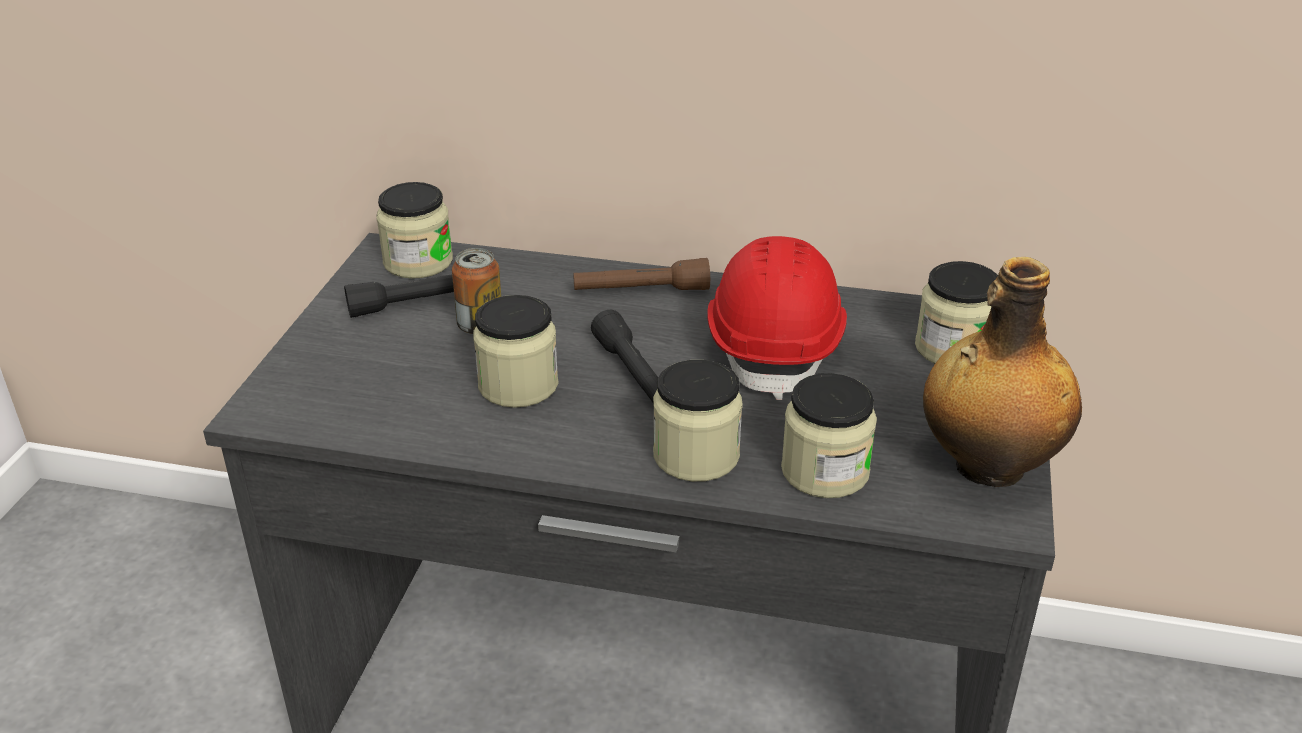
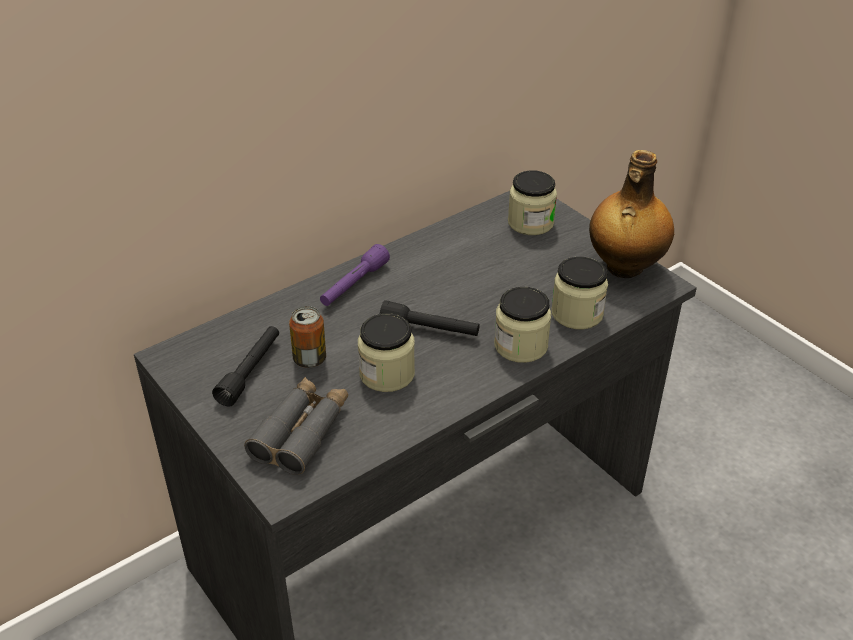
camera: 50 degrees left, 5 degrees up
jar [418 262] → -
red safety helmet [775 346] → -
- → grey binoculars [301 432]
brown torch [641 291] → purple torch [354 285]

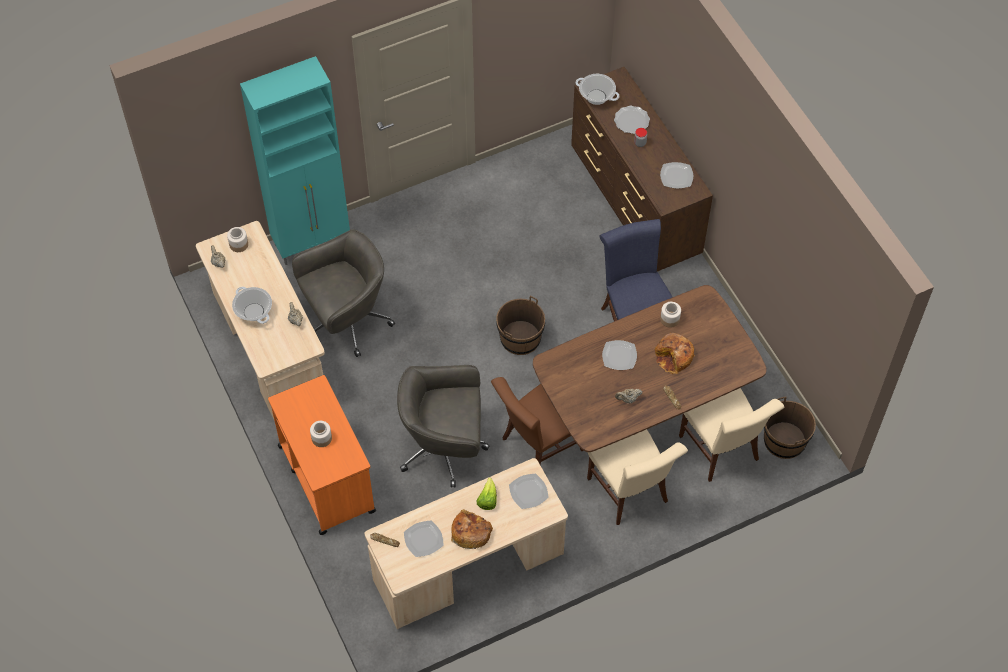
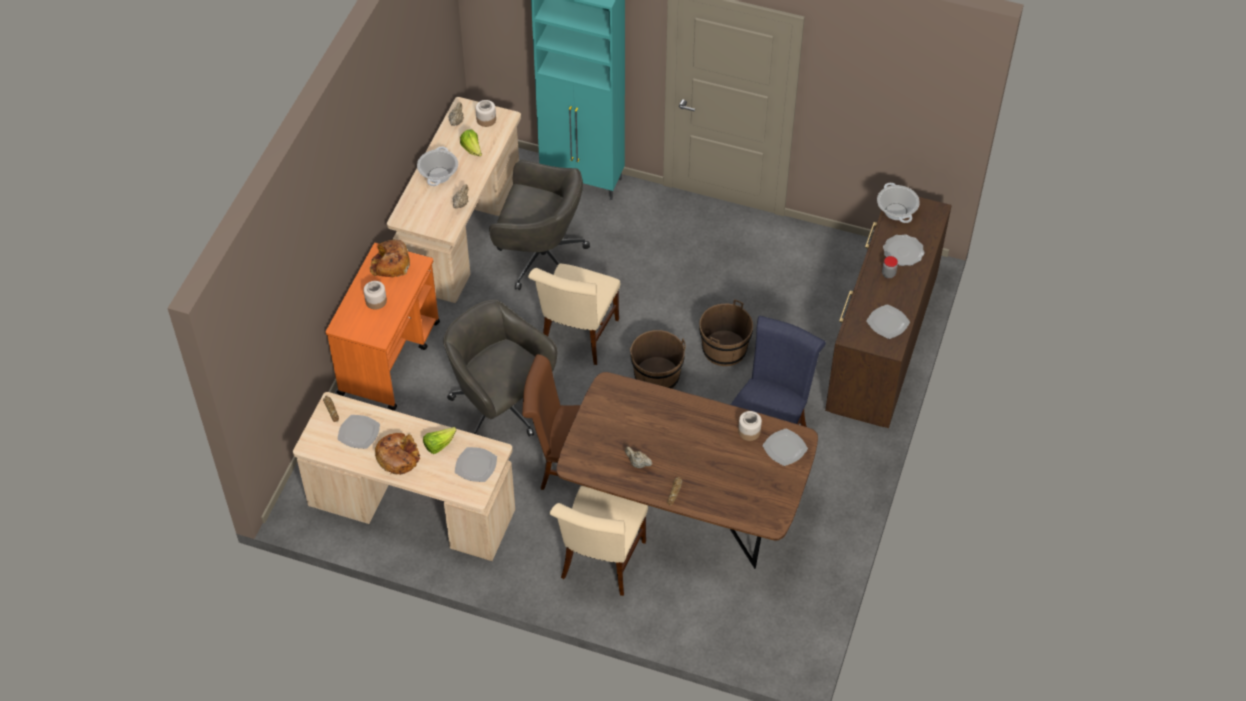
camera: 45 degrees right, 5 degrees down
- → head of lettuce [472 149]
flat dish [619 356] → flat dish [784 448], moved
bakery bread [674 357] → bakery bread [390 264], moved
beige upright chair [722 451] → beige upright chair [577 338], moved
brown water bucket [784 441] → brown water bucket [724 349], moved

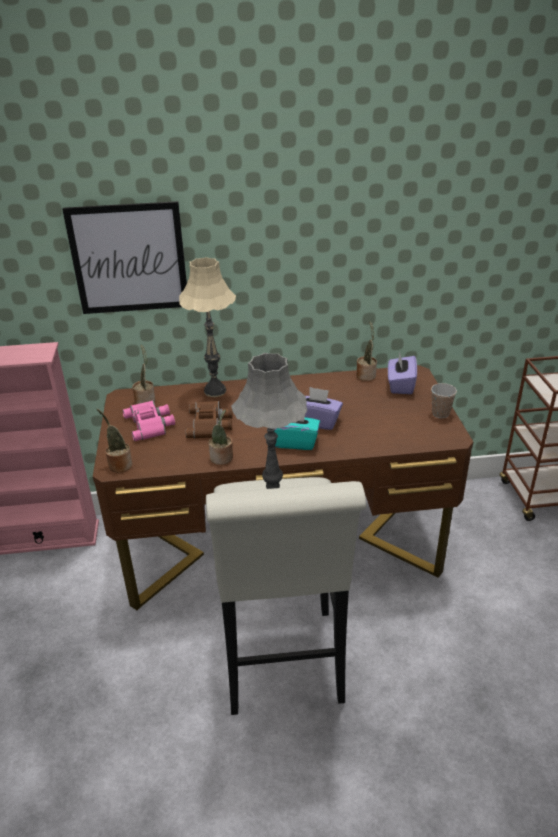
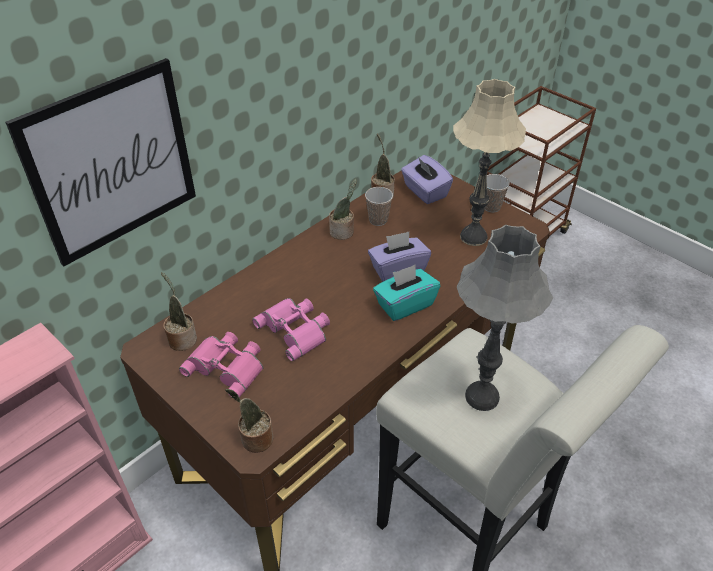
camera: 40 degrees left, 10 degrees up
- → small cup [378 220]
beige tabletop lamp [215 391] → beige tabletop lamp [473 237], moved
potted plant [222 458] → potted plant [343 232], moved
brown binoculars [210 424] → pink binoculars [296 330]

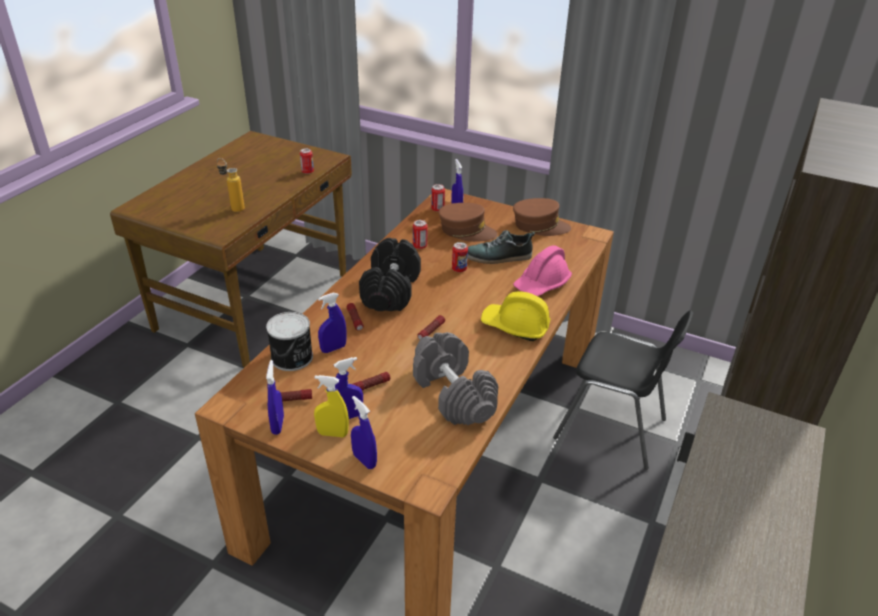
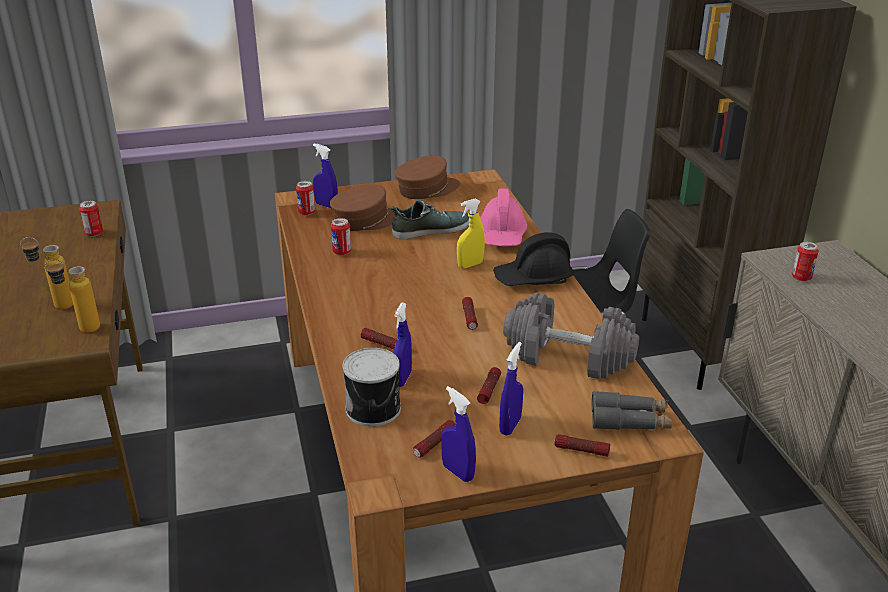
camera: 40 degrees left, 5 degrees down
black hand weight [391 291] → -
- → bottle [81 329]
- → grey binoculars [630 420]
yellowish sprayer [332 433] → yellowish sprayer [470 265], moved
sealed can [459 269] → sealed can [801 278], moved
blue sprayer [364 460] → torch [581 450]
yellowish safety helmet [515 326] → black safety helmet [533 278]
shoe [498 257] → shoe [431 229], 150 degrees counterclockwise

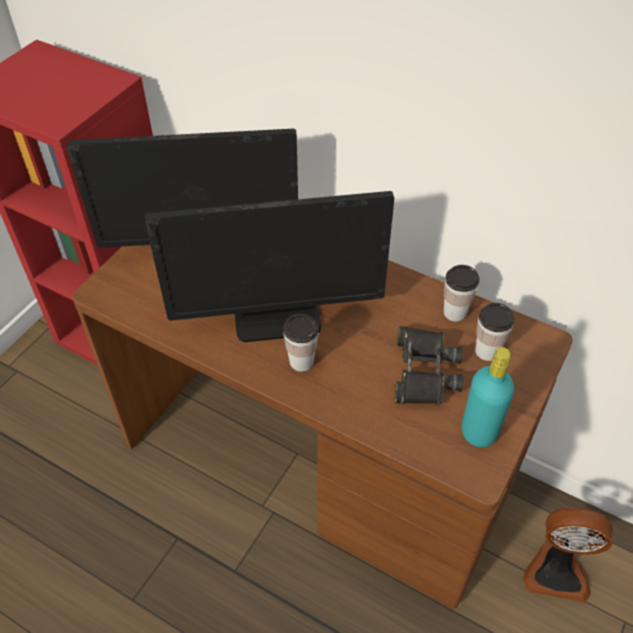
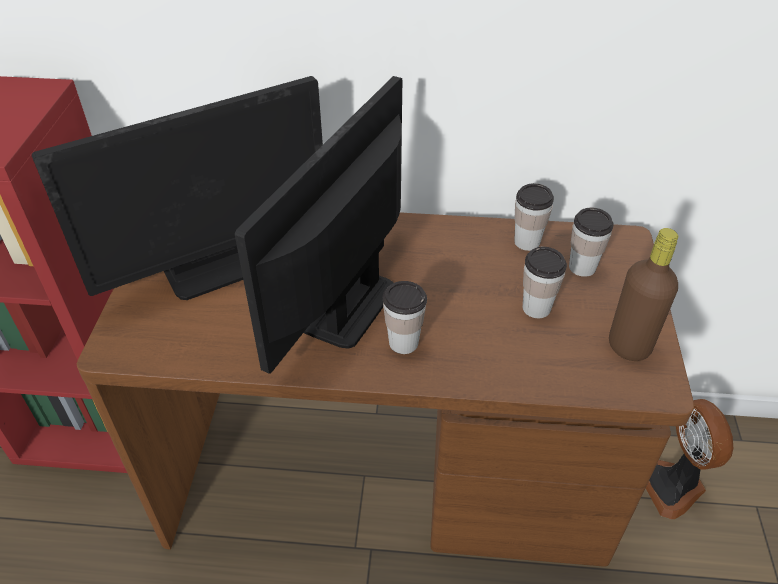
camera: 25 degrees left, 5 degrees down
black binoculars [424 371] → small cup [536 308]
turquoise bottle [478 432] → brown bottle [629 346]
computer display [277 317] → computer display [347 306], 150 degrees clockwise
cooling fan [556 570] → cooling fan [673 485], 90 degrees clockwise

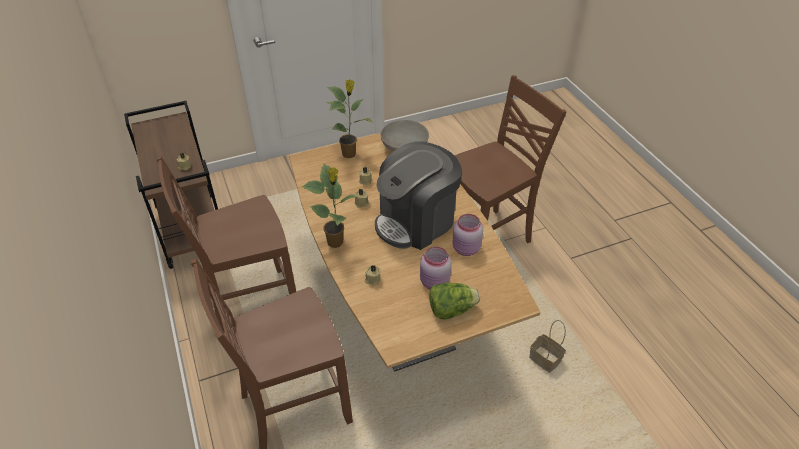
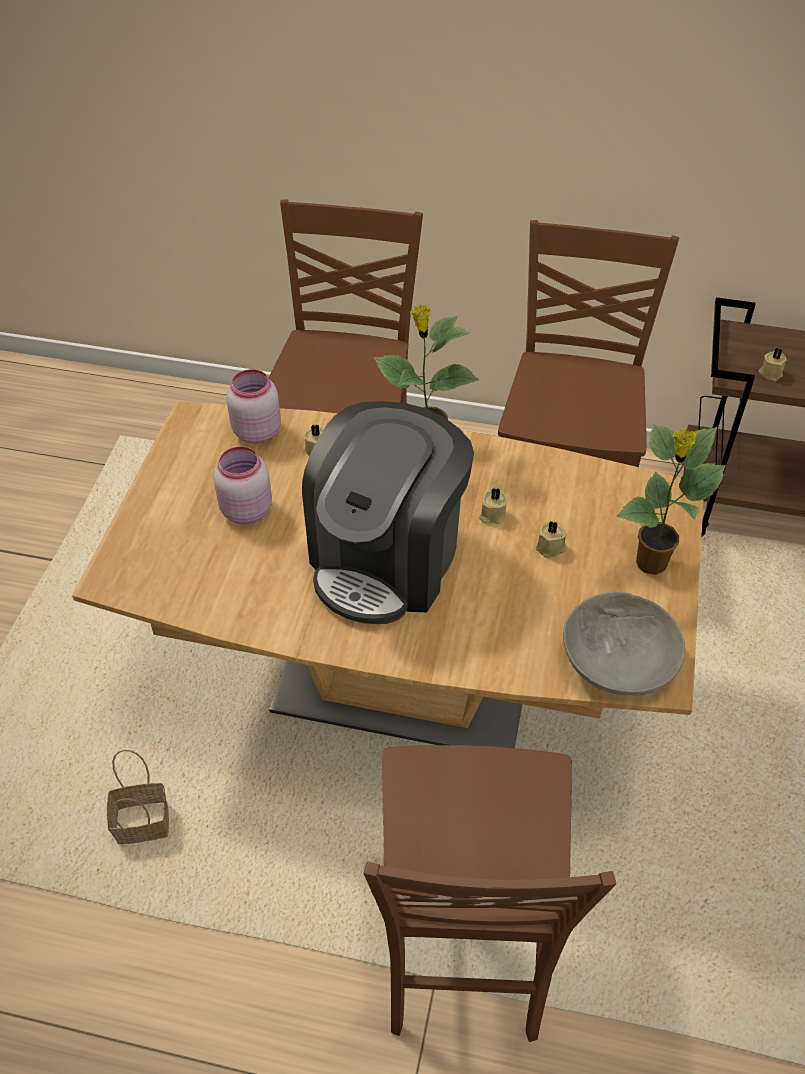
camera: 125 degrees right, 5 degrees up
head of lettuce [451 310] → -
pink jar [466 249] → pink jar [256 431], moved
coffee brewer [416 222] → coffee brewer [387 559], 150 degrees counterclockwise

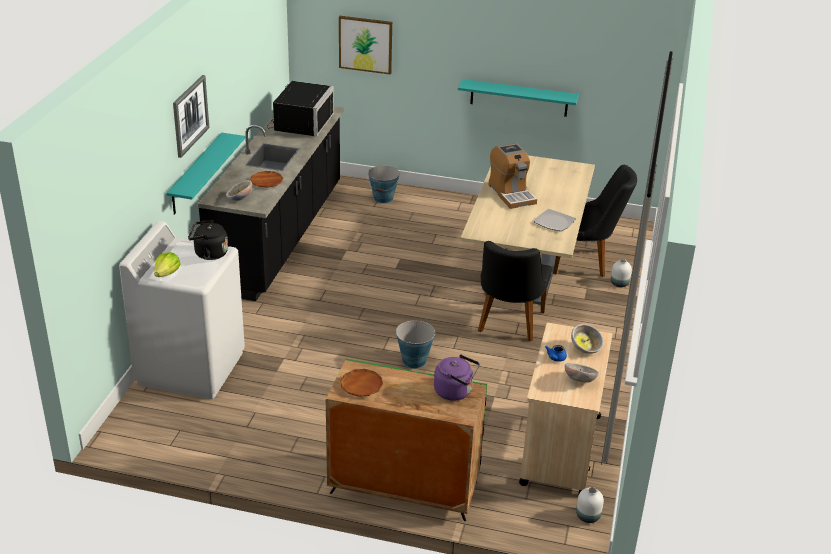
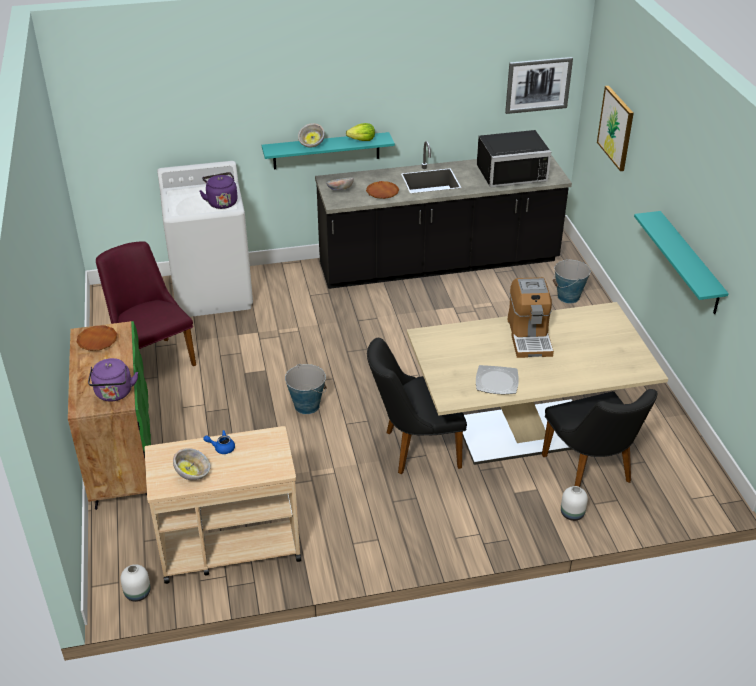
camera: 65 degrees right, 5 degrees up
- → purple upright chair [151 358]
head of lettuce [167 273] → head of lettuce [362 140], moved
wall picture [190 115] → wall picture [538 85], moved
bowl [585 348] → bowl [312 144], moved
black kettle [208 254] → purple kettle [221 202]
coffee brewer [511 194] → coffee brewer [529 337], 45 degrees counterclockwise

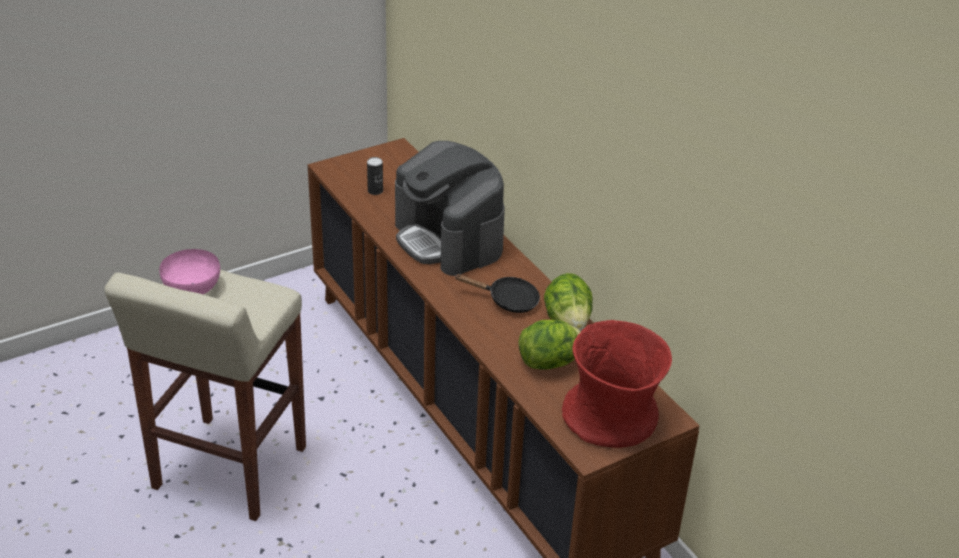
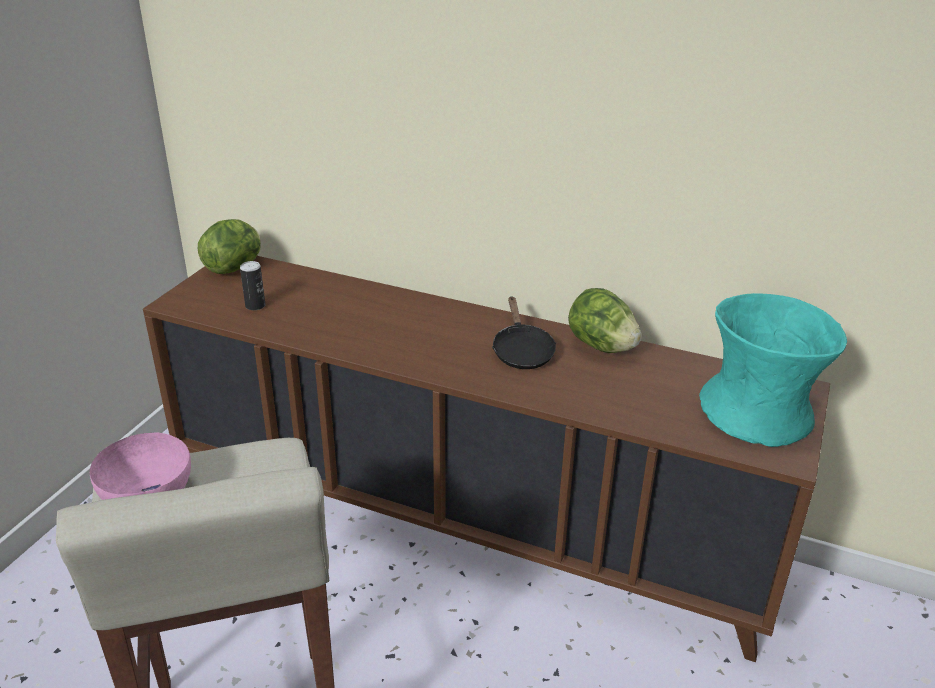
camera: 35 degrees left, 5 degrees down
coffee brewer [449 239] → -
head of lettuce [550 363] → head of lettuce [235 267], moved
red flower vase [612 417] → turquoise flower vase [758 413]
black skillet [508 300] → black skillet [521 351], 105 degrees clockwise

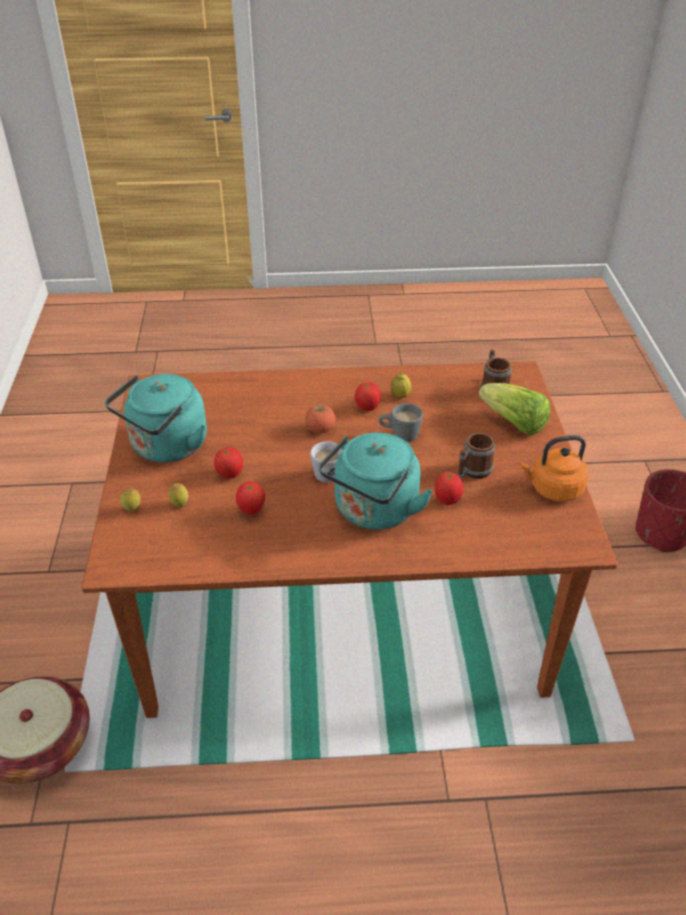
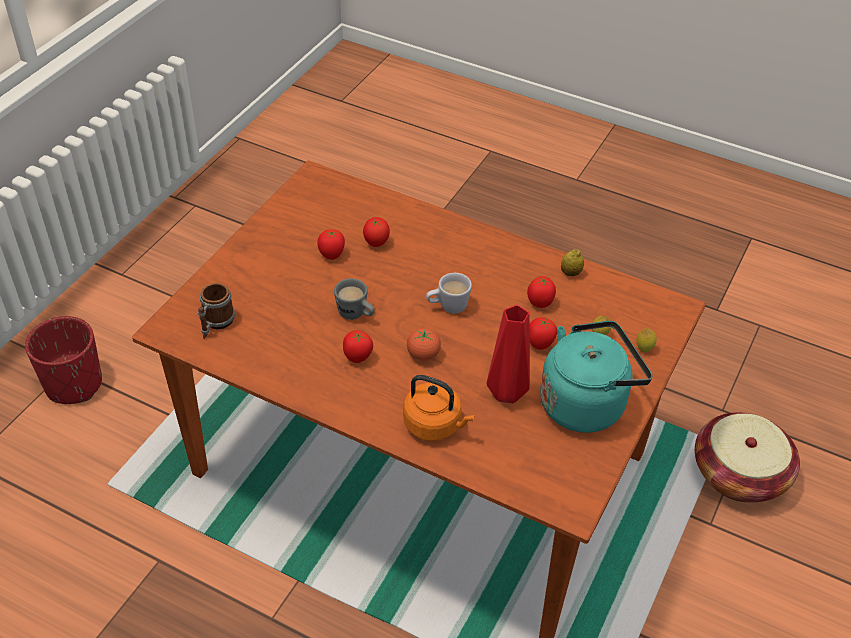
camera: 150 degrees left, 5 degrees up
turquoise kettle [373 511] → -
head of lettuce [513 423] → -
- → red flower vase [505 392]
whole lemon [400 396] → whole lemon [570 273], moved
orange-coloured kettle [553 489] → orange-coloured kettle [435 425], moved
mug [472 472] → fresh tomato [332 256]

